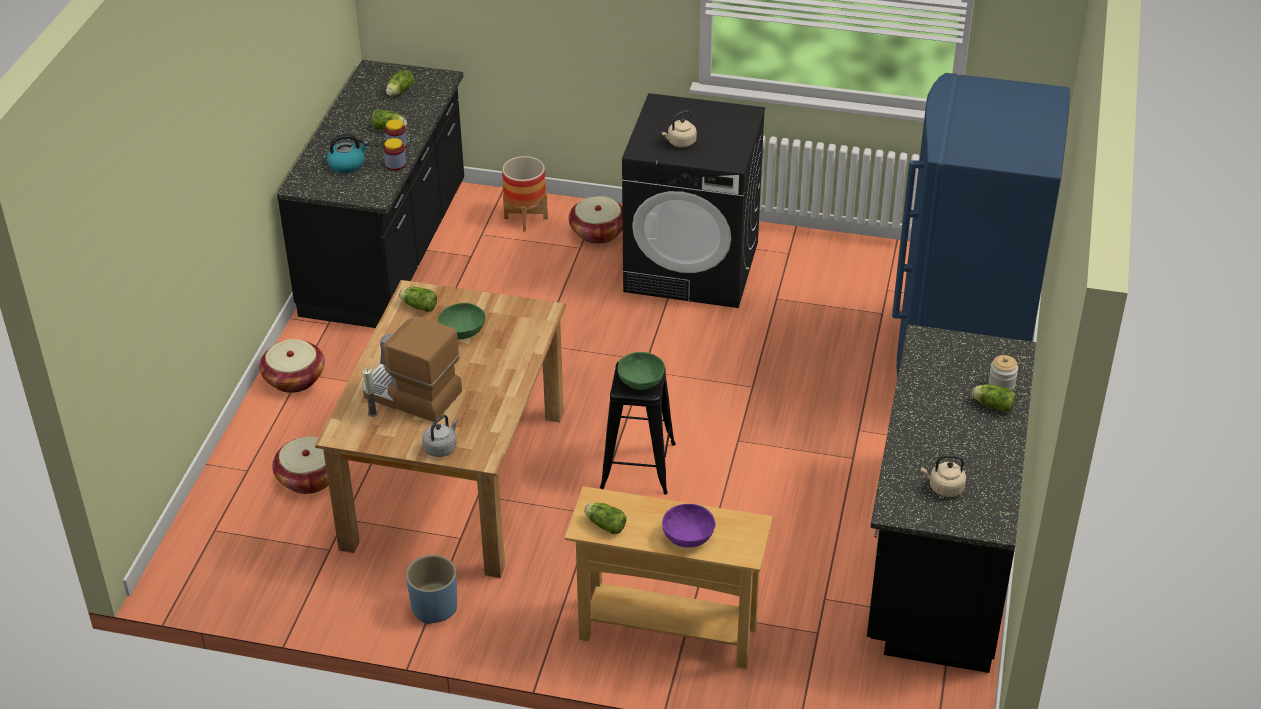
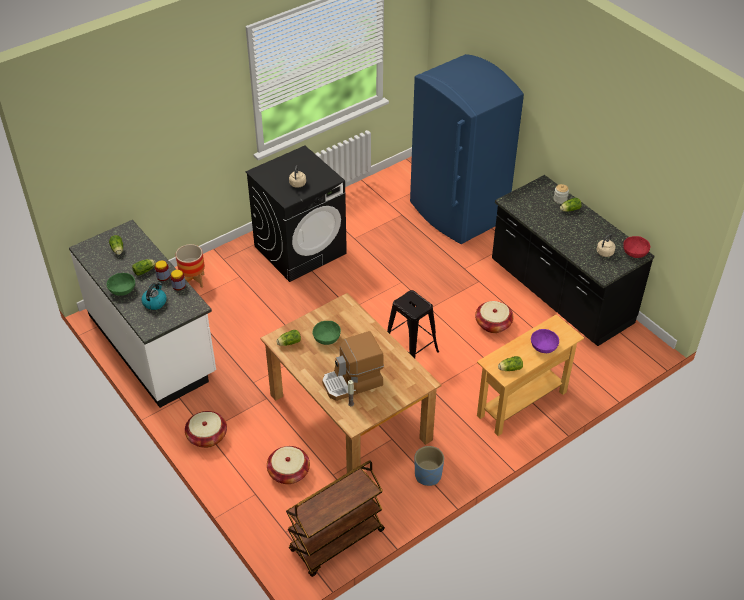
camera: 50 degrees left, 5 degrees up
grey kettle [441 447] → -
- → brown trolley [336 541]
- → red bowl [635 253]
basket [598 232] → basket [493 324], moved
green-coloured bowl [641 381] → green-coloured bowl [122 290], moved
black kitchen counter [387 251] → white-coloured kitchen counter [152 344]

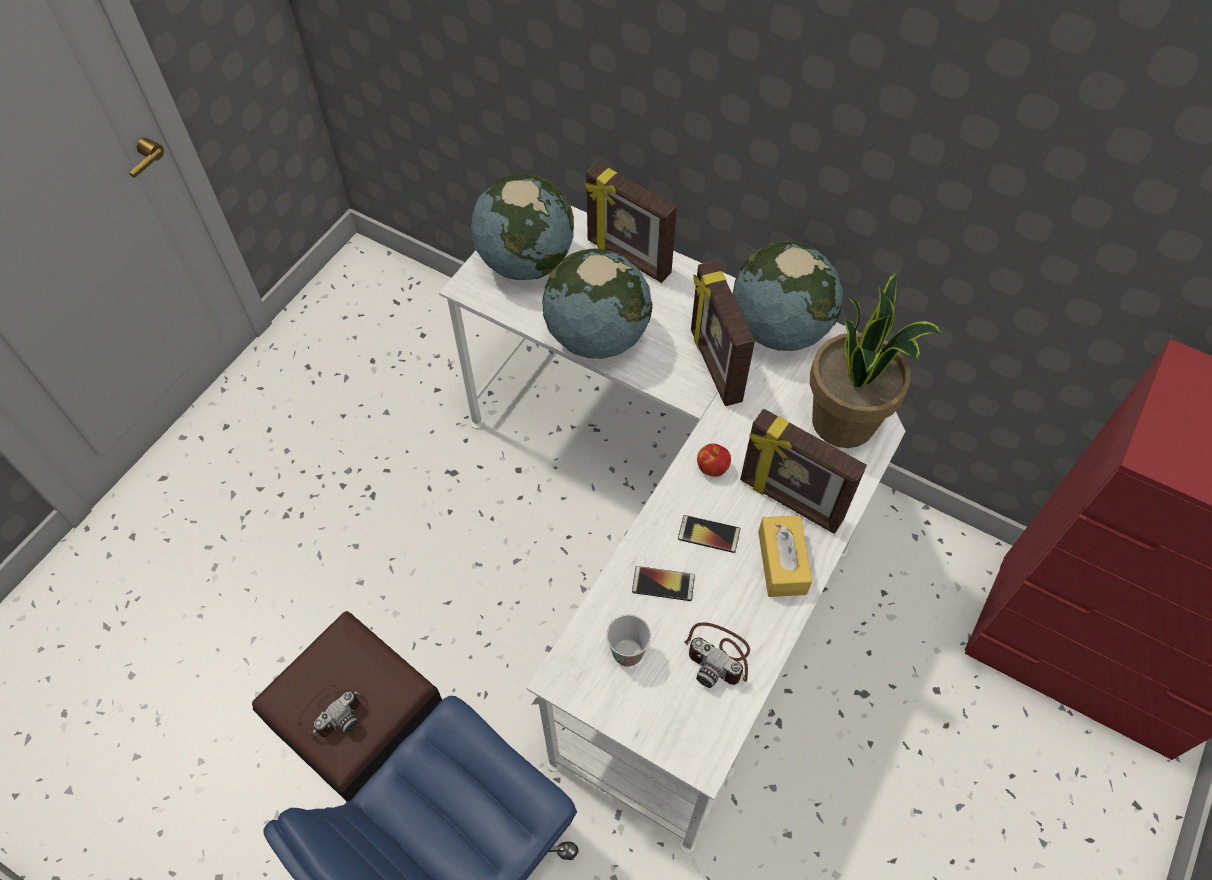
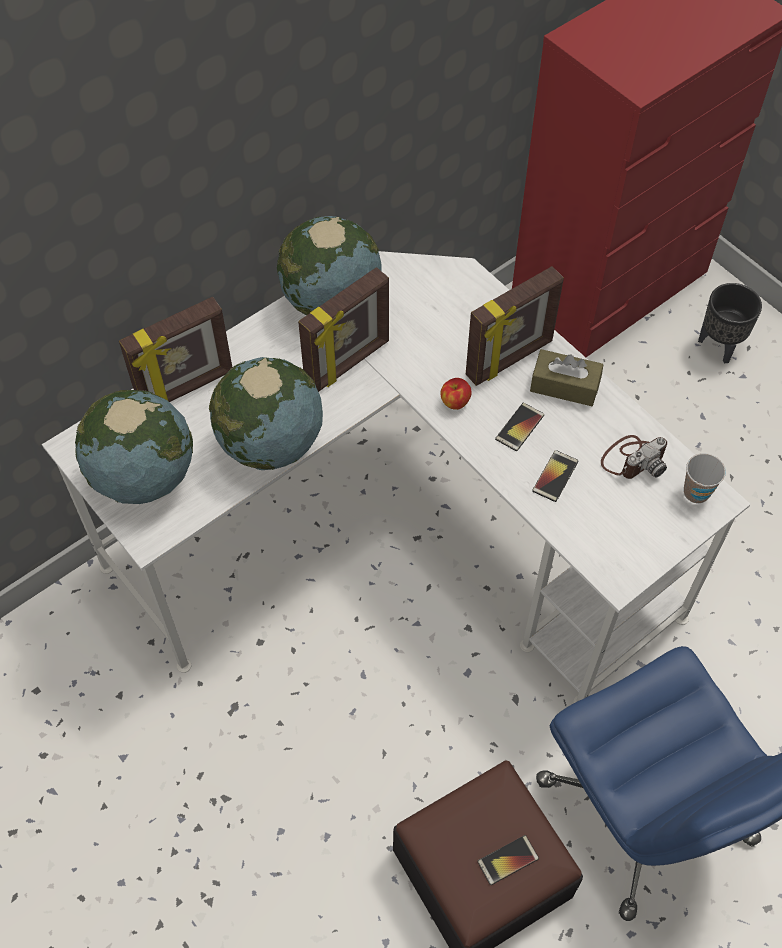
camera: 70 degrees left, 0 degrees up
potted plant [845 422] → -
- → black flower pot [720 345]
small cup [627 653] → small cup [696 492], moved
photo camera [331 712] → telephone [508 860]
yellowish tissue holder [782 562] → brown tissue holder [564 386]
picture frame [714 366] → picture frame [348 364], 45 degrees counterclockwise

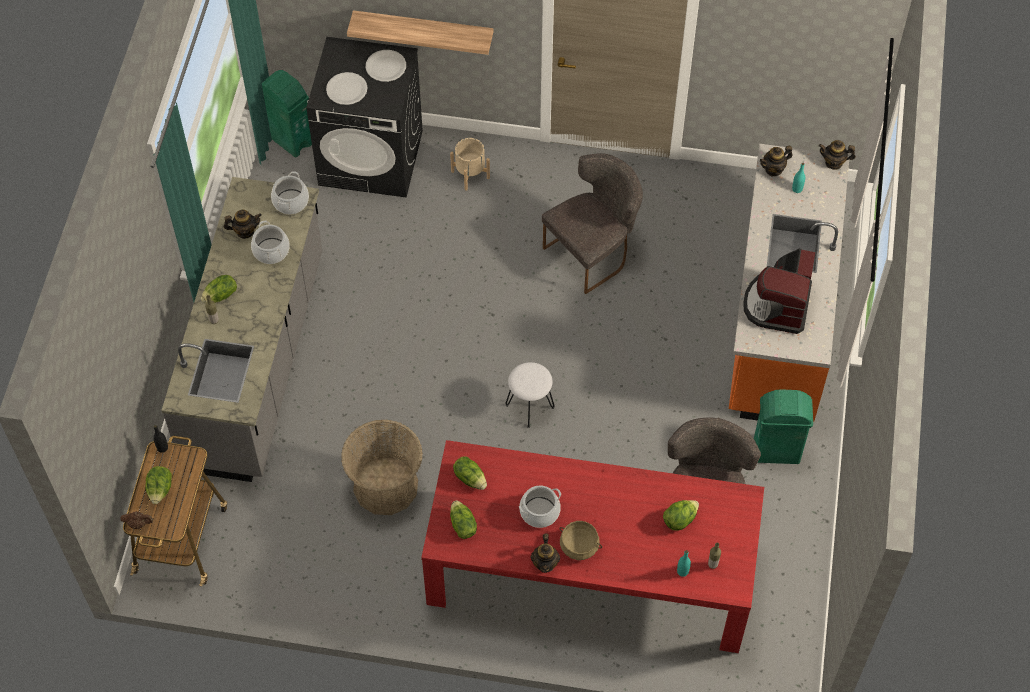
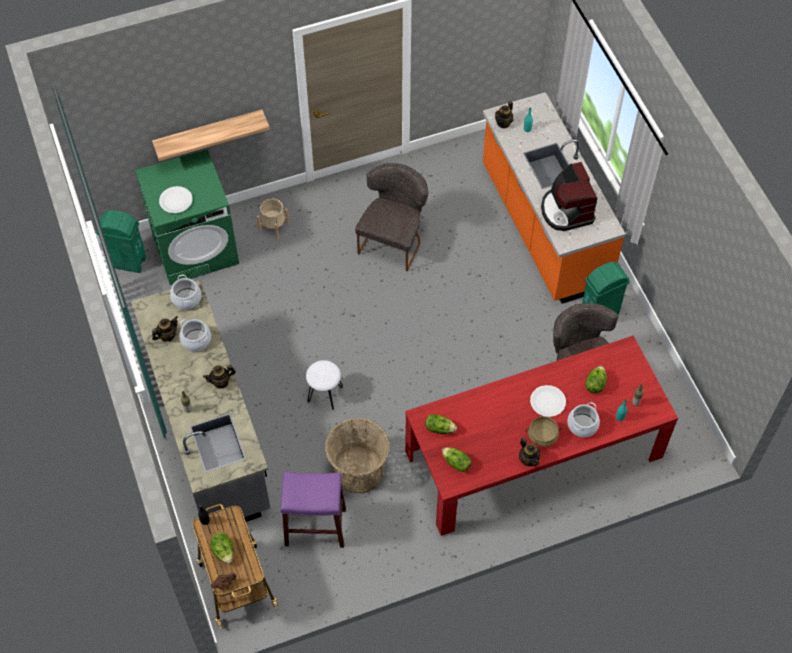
camera: 30 degrees left, 0 degrees up
head of lettuce [221 296] → -
- → purple stool [315 526]
white-coloured flat dish [386 66] → white-coloured flat dish [547 401], moved
white-coloured stool [530 406] → white-coloured stool [325 394], moved
cooking pot [539 512] → cooking pot [582 425], moved
tea pot [834 163] → tea pot [221 382], moved
black laundry machine [371 158] → green-coloured laundry machine [195 247]

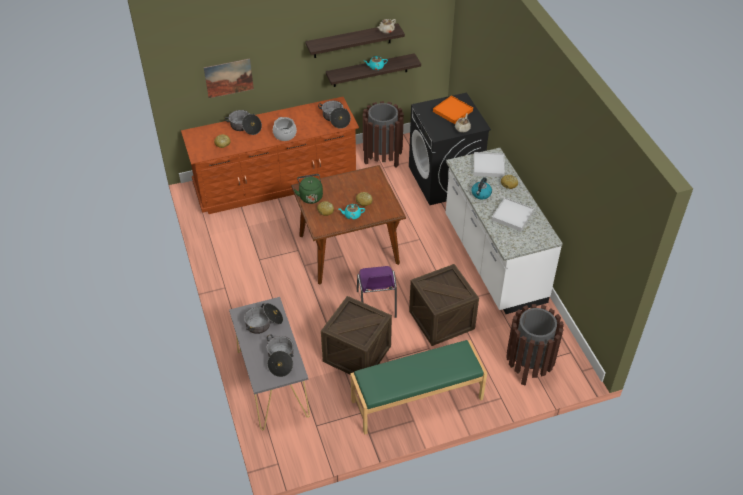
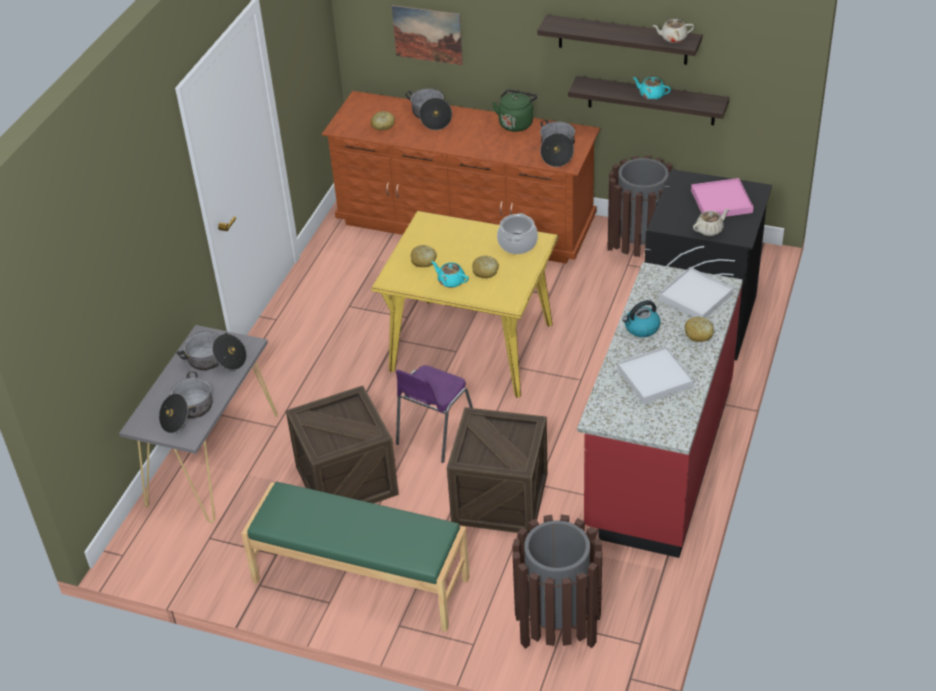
camera: 40 degrees right, 5 degrees down
cooking pot [285 134] → cooking pot [518 244], moved
green-coloured kettle [310 196] → green-coloured kettle [516 123], moved
brown dining table [349 249] → yellowish dining table [472 347]
orange-coloured carrying tray [452 111] → pink carrying tray [721 201]
white-coloured kitchen counter [493 260] → red kitchen counter [657 458]

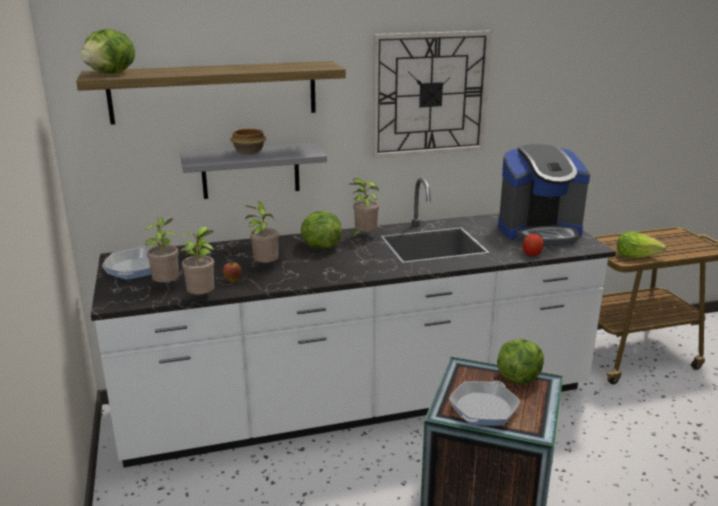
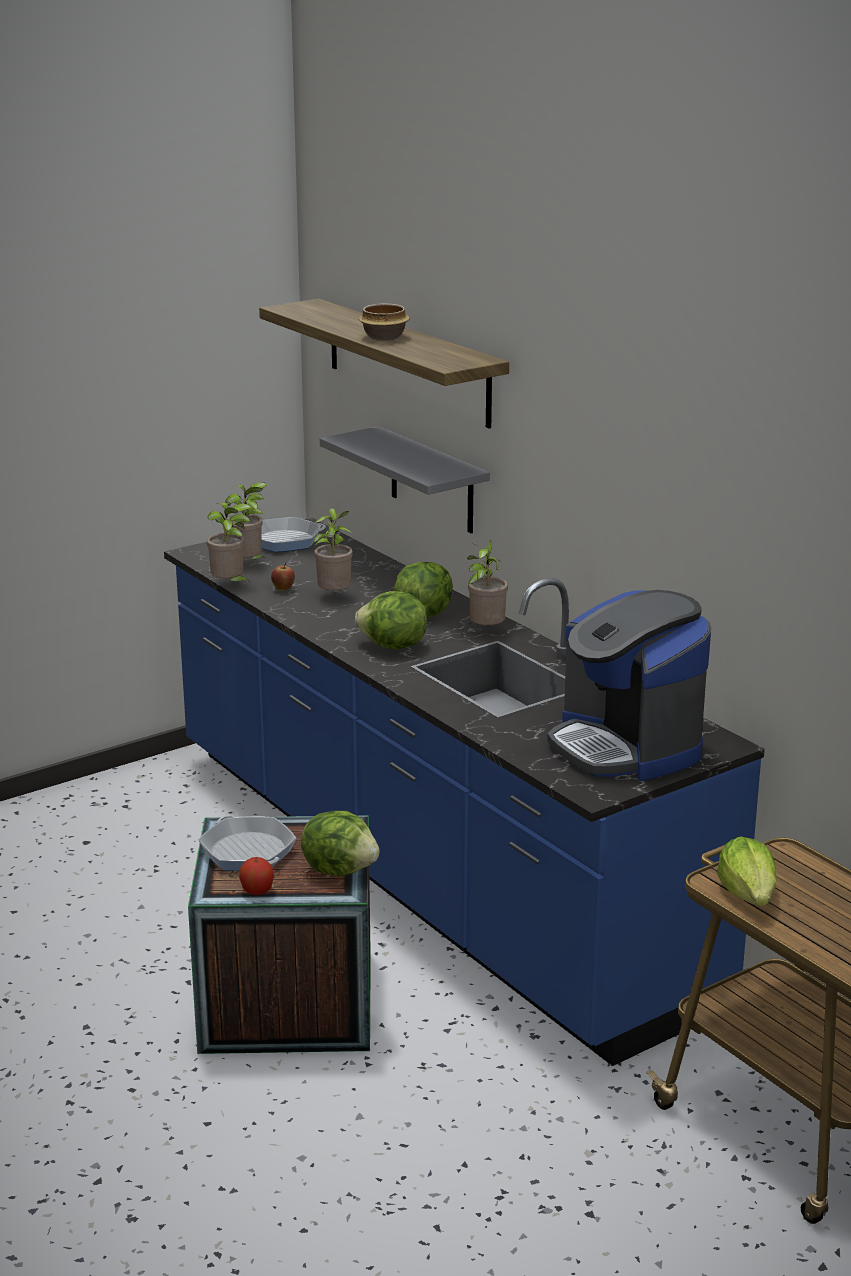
camera: 70 degrees right, 0 degrees up
hanging clock [430 94] → -
head of lettuce [112 73] → head of lettuce [392 647], moved
bowl [249 152] → bowl [385 337], moved
whole apple [531 254] → whole apple [257 891], moved
white-coloured kitchen counter [359 403] → blue kitchen counter [425 870]
skillet [483 408] → skillet [248 851], 135 degrees counterclockwise

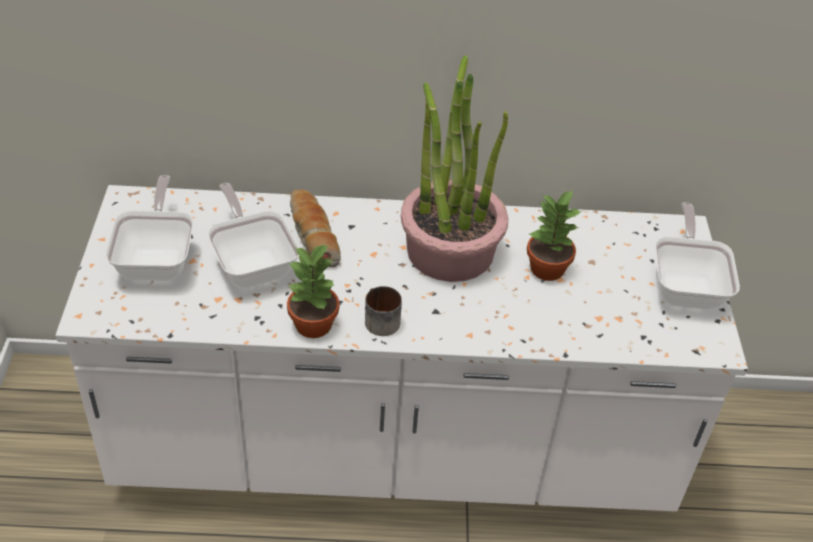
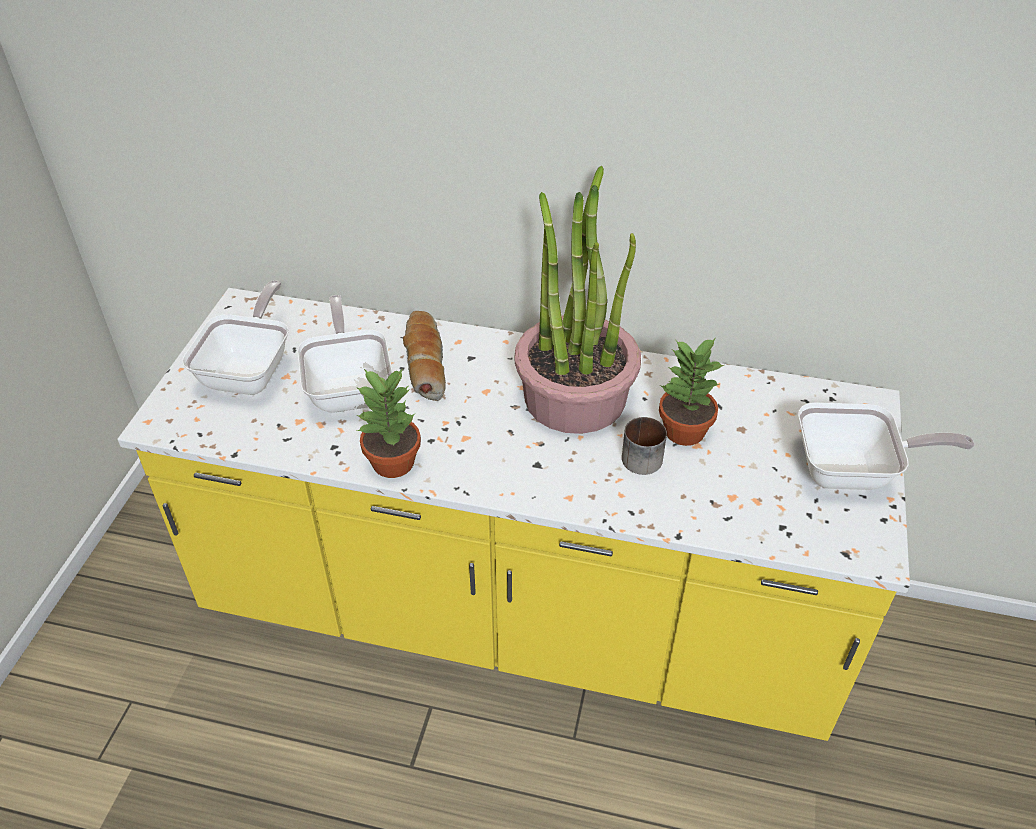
camera: 15 degrees right, 0 degrees up
mug [378 320] → mug [638 456], moved
white-coloured kitchen counter [394 448] → yellowish kitchen counter [518 613]
skillet [686 286] → skillet [854 472], 75 degrees clockwise

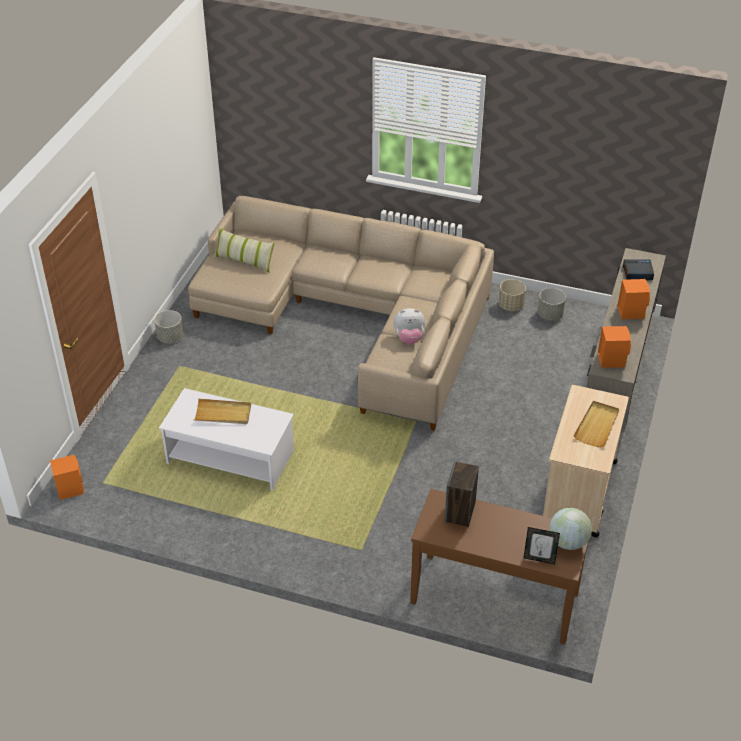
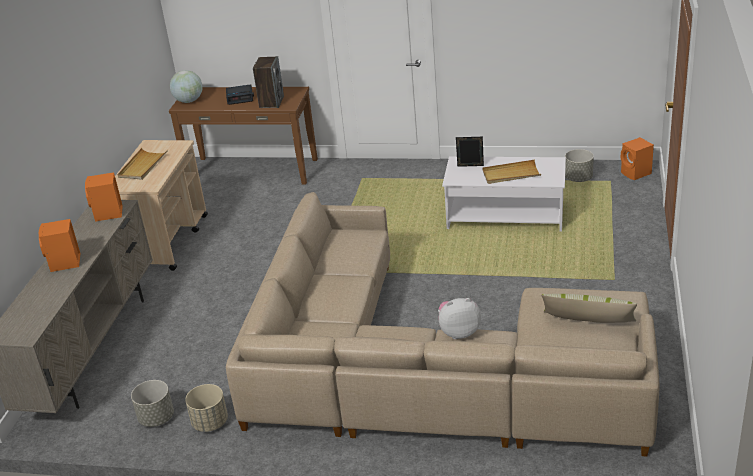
camera: 175 degrees right, 10 degrees down
grey flower pot [170 337] → grey flower pot [578 179], moved
plush toy [409 338] → plush toy [459 332], moved
picture frame [539 559] → picture frame [470 167], moved
table clock [637 273] → table clock [240 98], moved

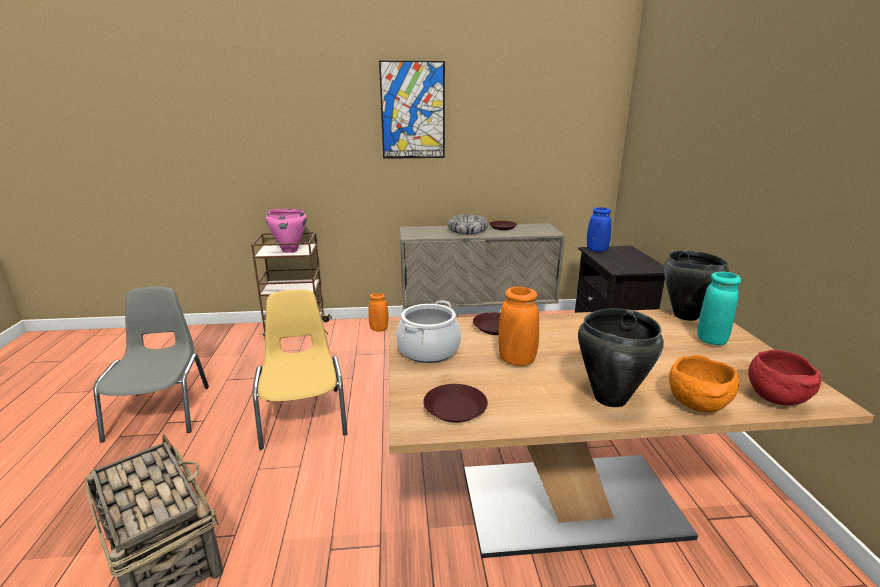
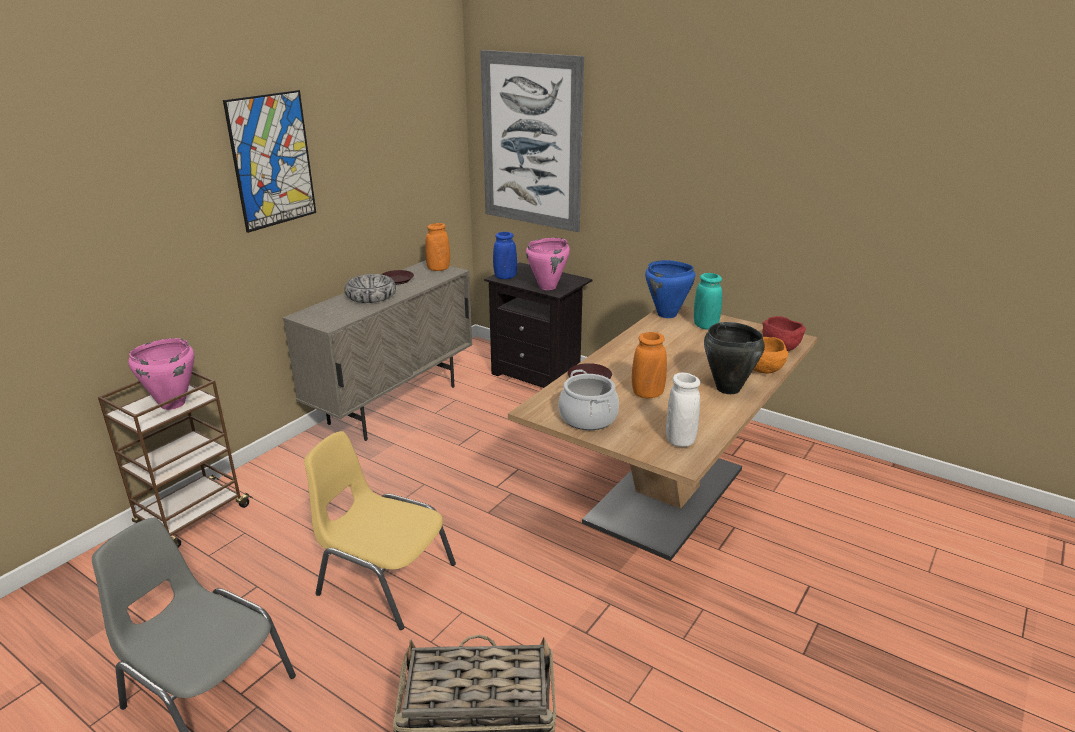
camera: 50 degrees left, 5 degrees up
- → wall picture [531 141]
- → pink cooking pot [548 287]
orange-coloured flower vase [379 329] → orange-coloured flower vase [438 269], moved
brown flat dish [456 408] → white-coloured flower vase [680 440]
black cooking pot [685 316] → blue cooking pot [667 314]

